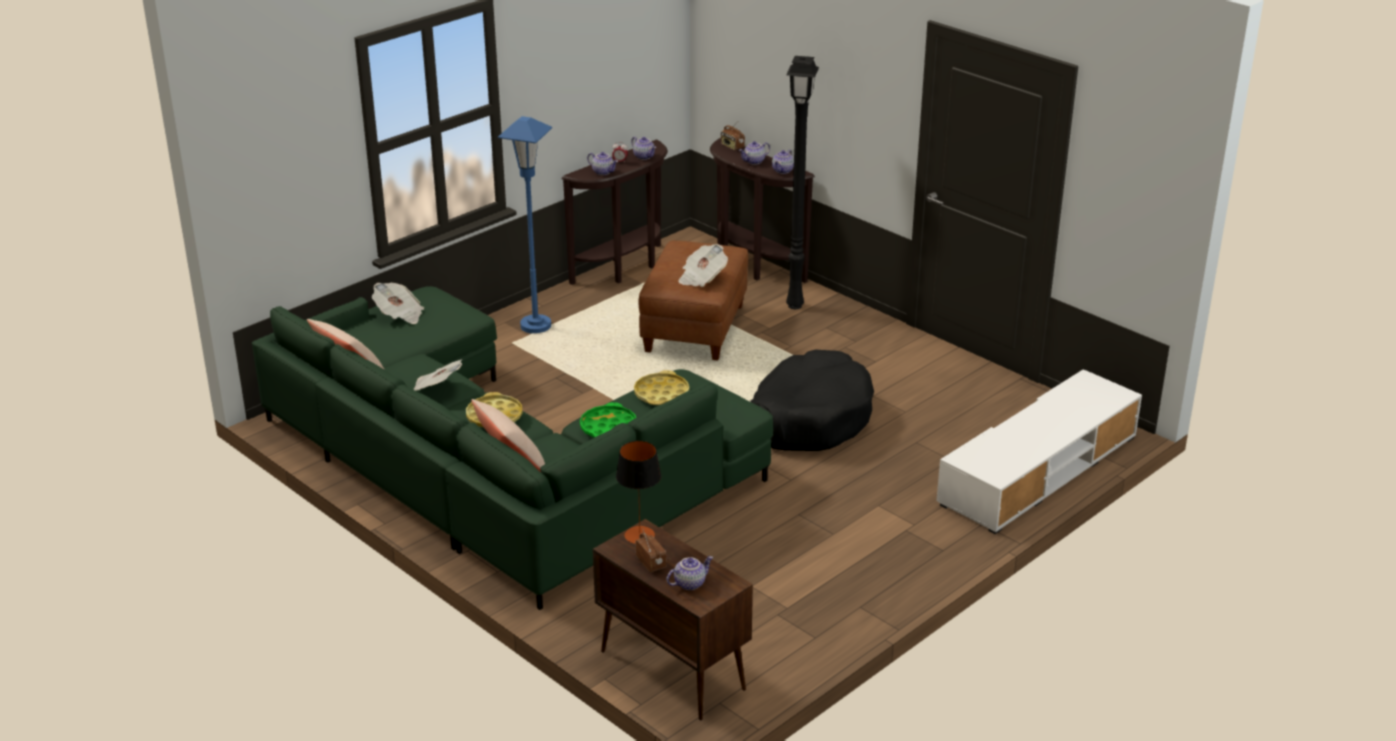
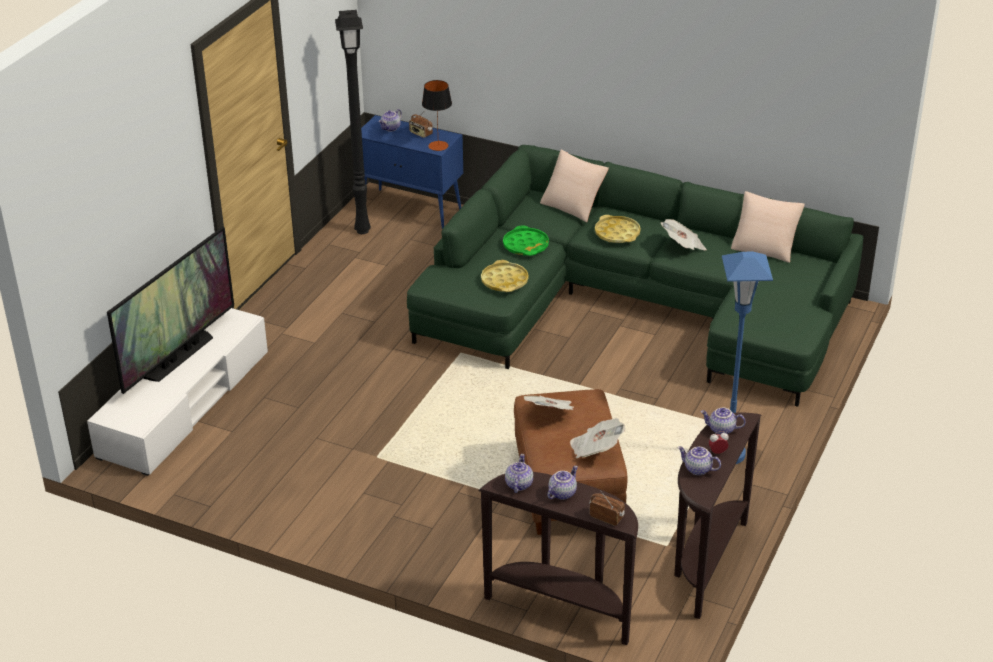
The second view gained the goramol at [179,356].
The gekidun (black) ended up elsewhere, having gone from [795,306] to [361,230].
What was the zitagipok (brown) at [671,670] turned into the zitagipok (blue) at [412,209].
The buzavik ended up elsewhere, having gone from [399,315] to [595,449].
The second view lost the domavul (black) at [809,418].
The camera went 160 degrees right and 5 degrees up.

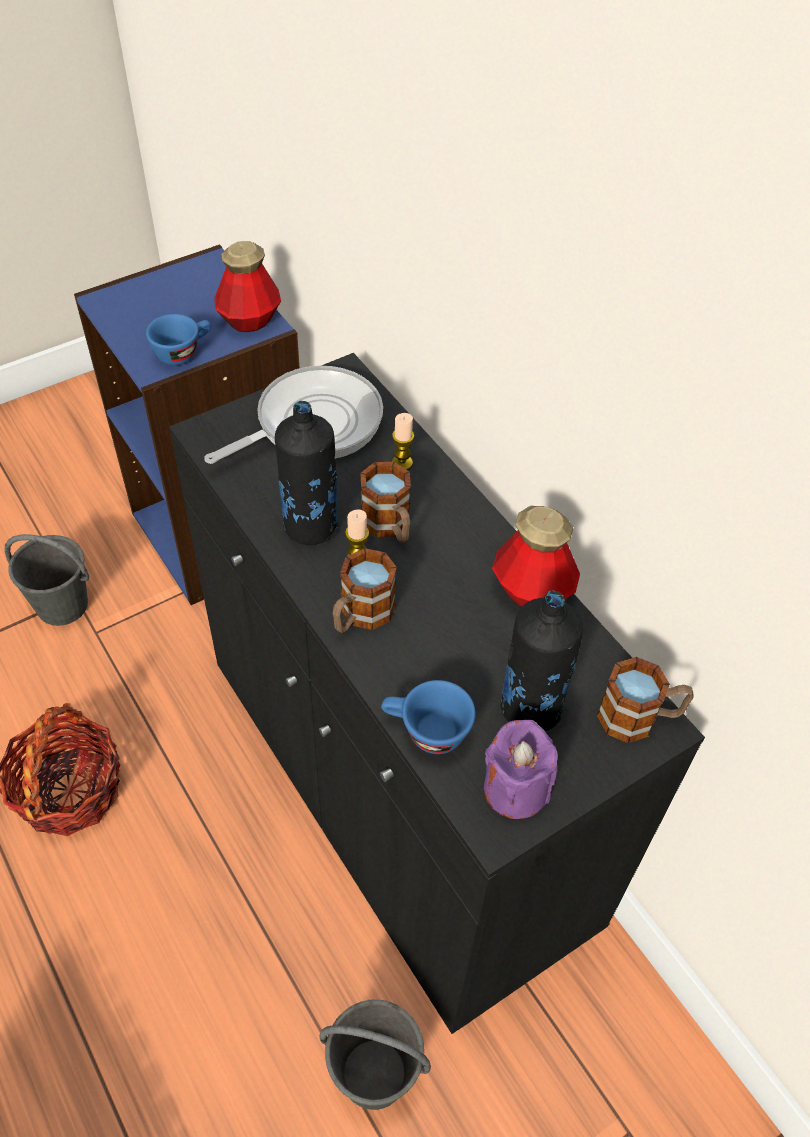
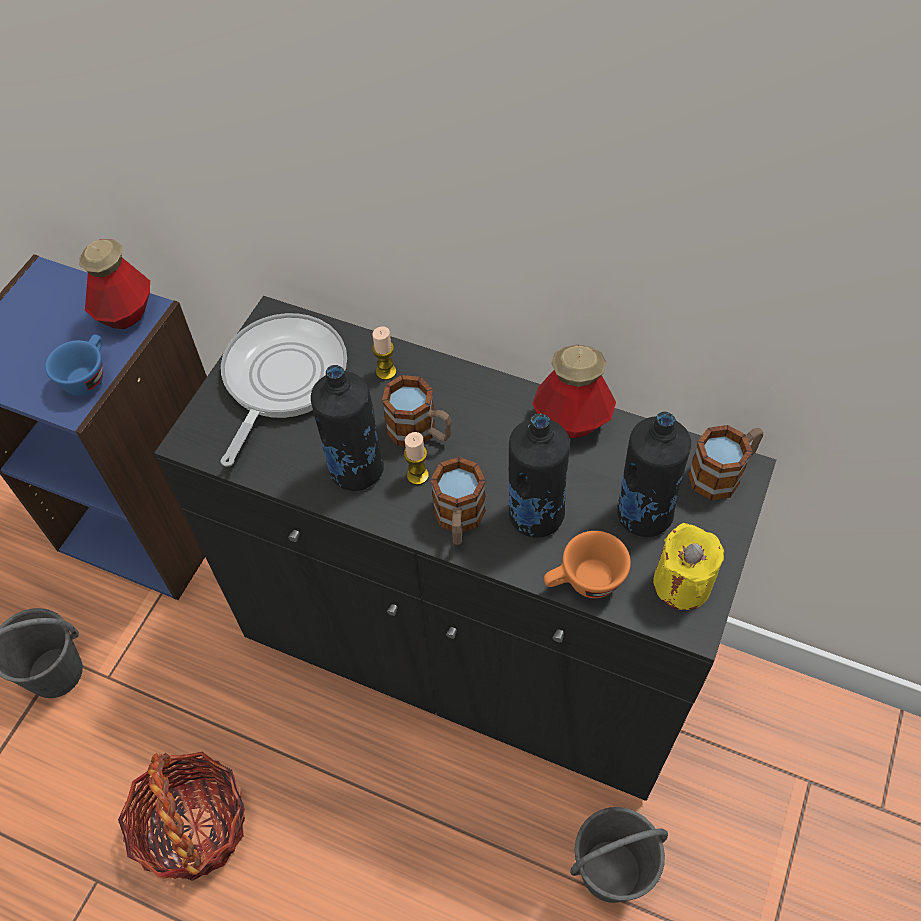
The second view gained the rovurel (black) at [535,515].
What was the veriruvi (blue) at [425,731] turned into the veriruvi (orange) at [584,582].
What was the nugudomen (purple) at [515,789] turned into the nugudomen (yellow) at [682,584].
The camera went 30 degrees left and 5 degrees up.

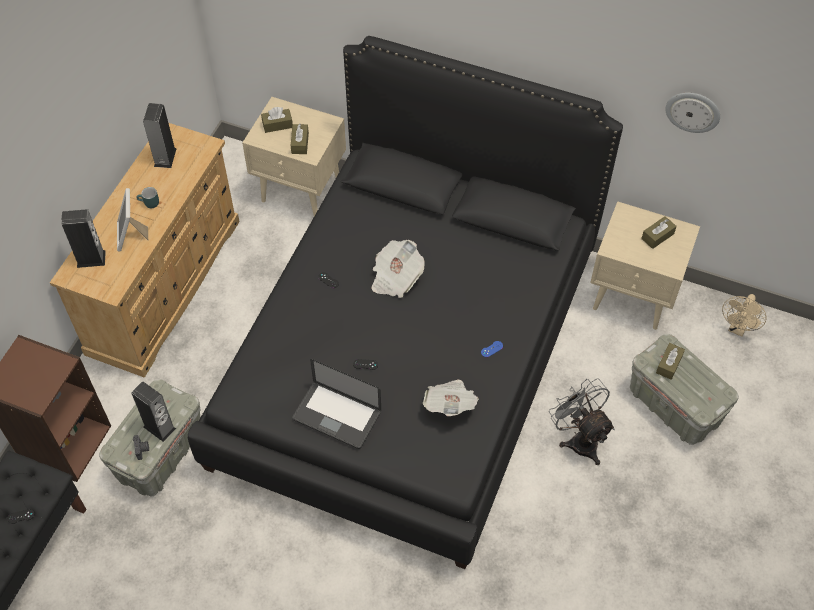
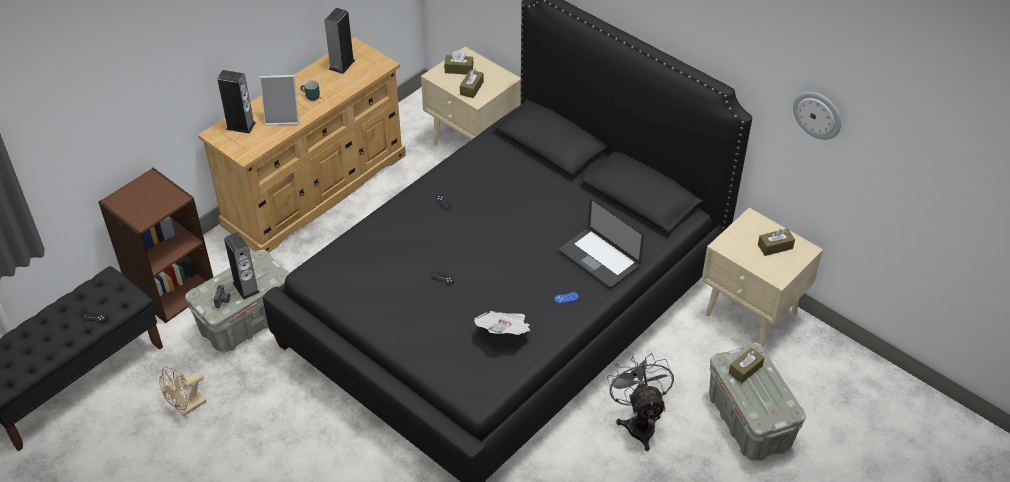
The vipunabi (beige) ended up elsewhere, having gone from [738,328] to [186,407].
The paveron at [131,236] ended up facing another way, 105 degrees counterclockwise from before.
The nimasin ended up elsewhere, having gone from [336,416] to [599,259].
The second view lost the buzavik at [395,277].
The camera went 20 degrees right and 10 degrees down.

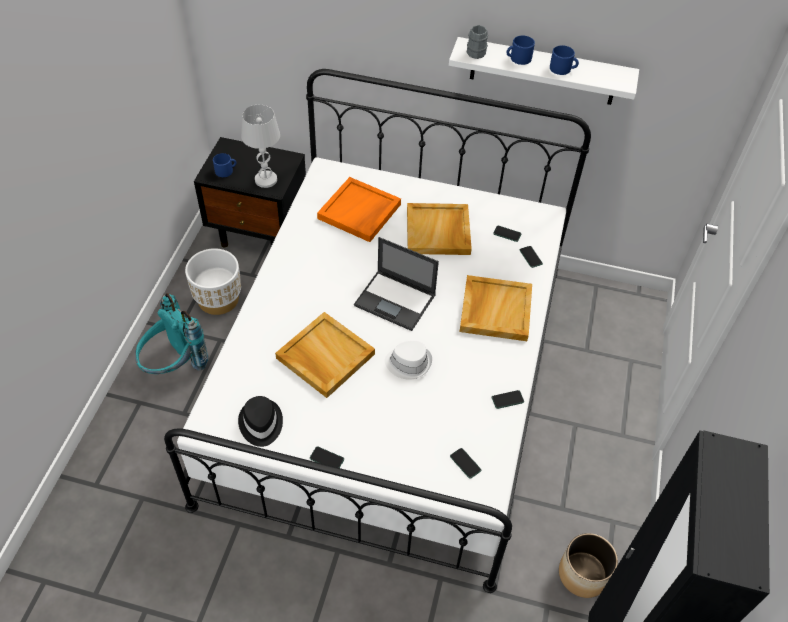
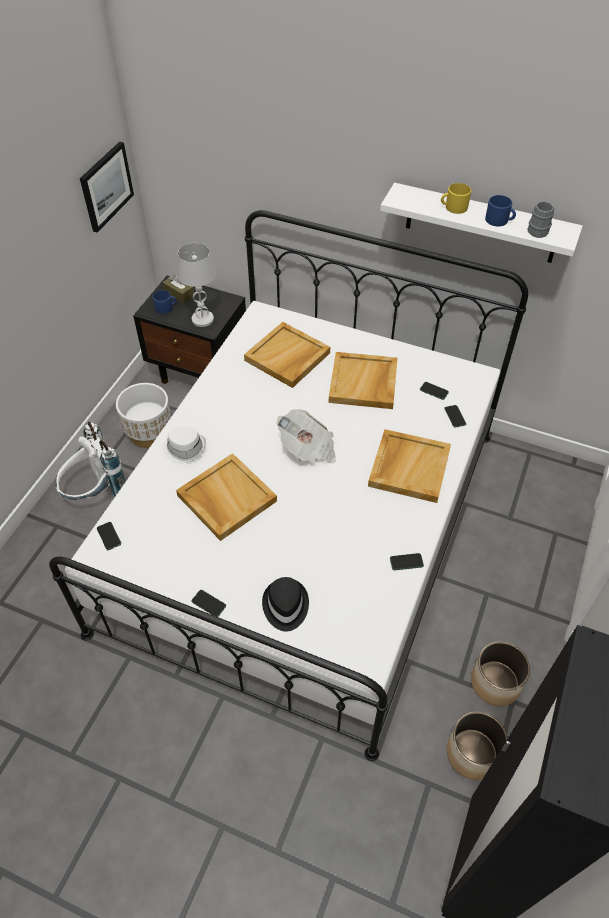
What was the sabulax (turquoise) at [174,366] turned into the sabulax (white) at [96,494].
The second view gained the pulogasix at [106,186].
The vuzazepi ended up elsewhere, having gone from [465,463] to [109,536].
The second view gained the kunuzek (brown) at [179,294].
The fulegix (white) ended up elsewhere, having gone from [408,362] to [184,448].
What was the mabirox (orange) at [359,212] turned into the mabirox (beige) at [287,357].
The fulegix (black) ended up elsewhere, having gone from [260,424] to [285,606].
Where the nimasin stood at [396,300], the buzavik came to stand at [308,448].
What was the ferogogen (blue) at [518,58] turned into the ferogogen (yellow) at [453,207].
The second view gained the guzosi at [496,683].
The ferogogen (grey) ended up elsewhere, having gone from [477,51] to [539,229].
The camera went 10 degrees right and 0 degrees up.

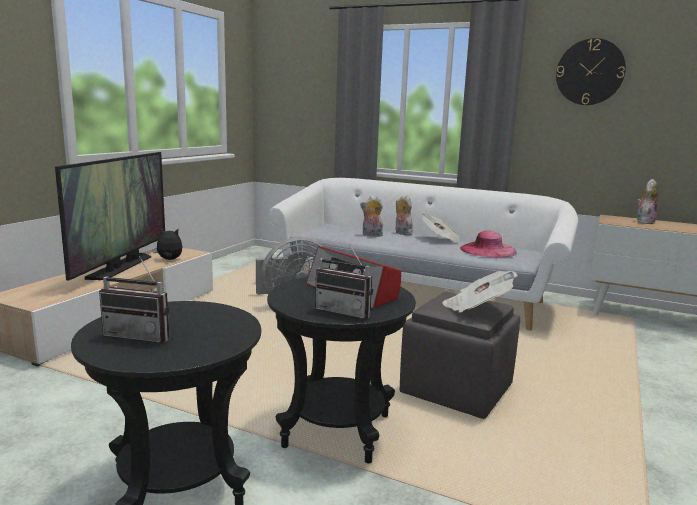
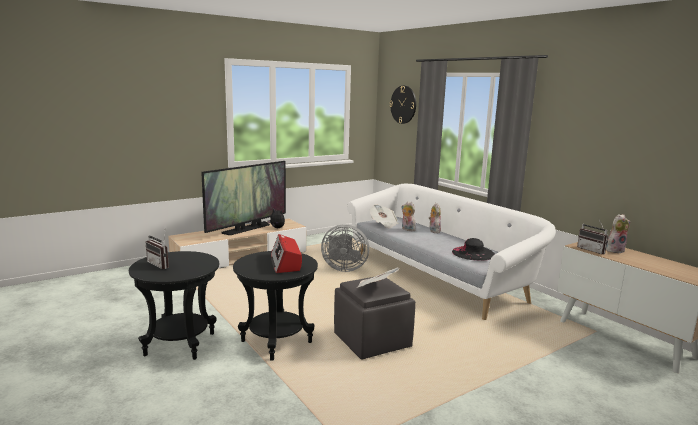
The buzavik ended up elsewhere, having gone from [440,239] to [383,224].
The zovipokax ended up elsewhere, having gone from [590,72] to [403,104].
What was the fulegix (pink) at [488,250] turned into the fulegix (black) at [473,253].
The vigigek ended up elsewhere, having gone from [346,311] to [592,250].
The camera went 30 degrees right and 0 degrees up.

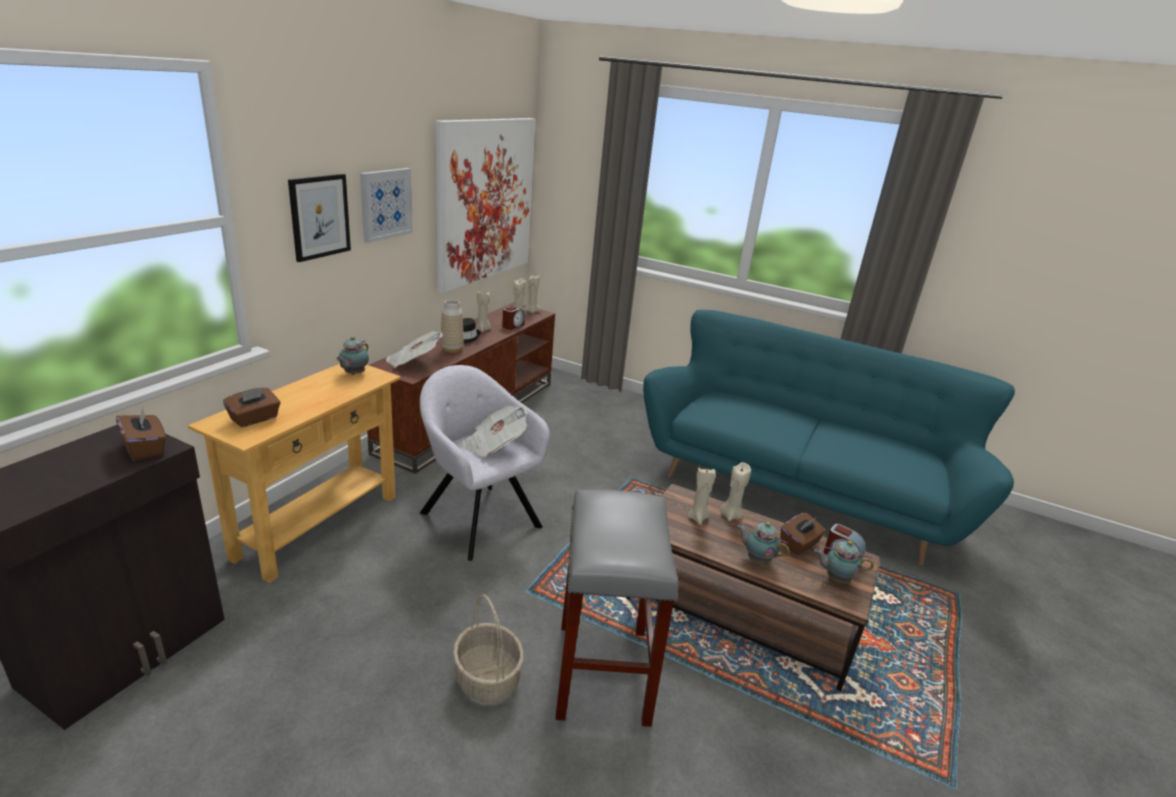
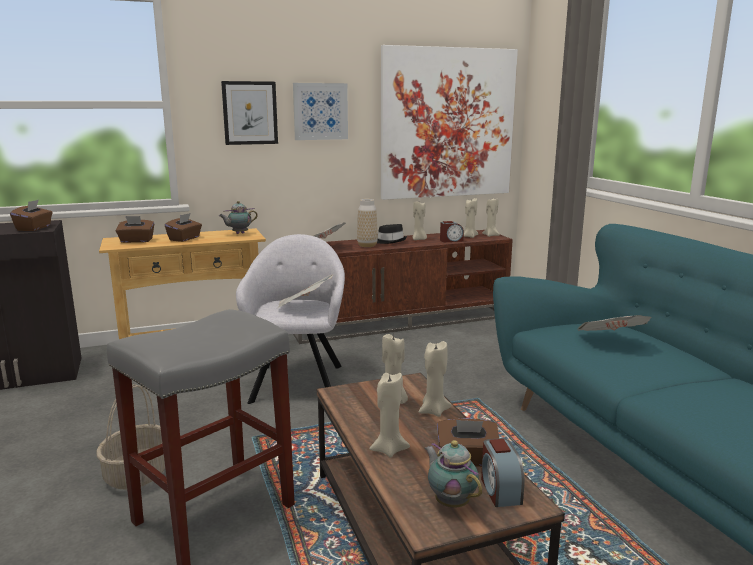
The second view gained the kunuzek (brown) at [185,239].
Where the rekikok stood at [756,559], the nugudomen (beige) came to stand at [389,449].
The second view gained the buzavik at [610,341].
The camera went 45 degrees right and 10 degrees down.

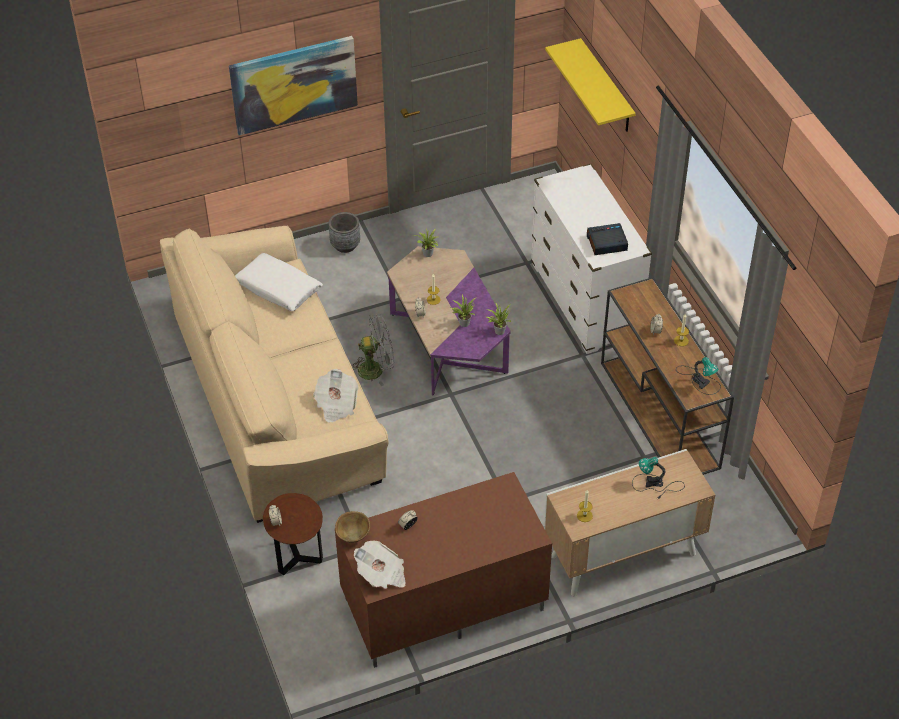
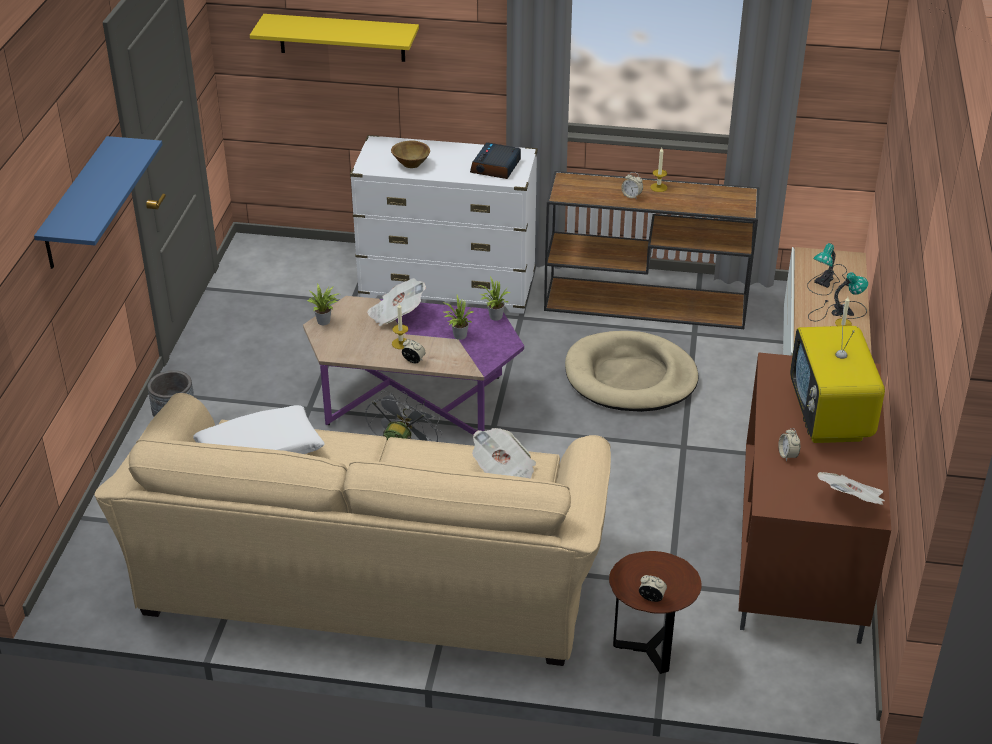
Where the pulogasix hung at [294,84], the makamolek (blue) came to hang at [76,204].
The second view gained the buzavik at [396,315].
The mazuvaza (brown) ended up elsewhere, having gone from [353,535] to [410,164].
The second view gained the domavul (beige) at [630,377].
The second view gained the goramol at [830,418].
The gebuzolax ended up elsewhere, having gone from [699,379] to [838,311].
The camera went 60 degrees left and 10 degrees down.

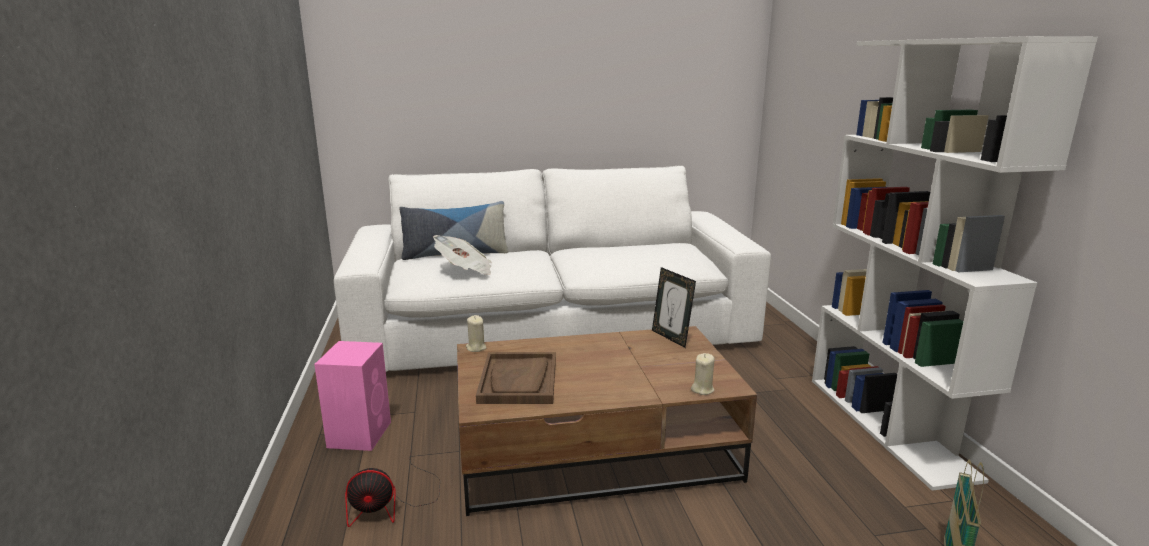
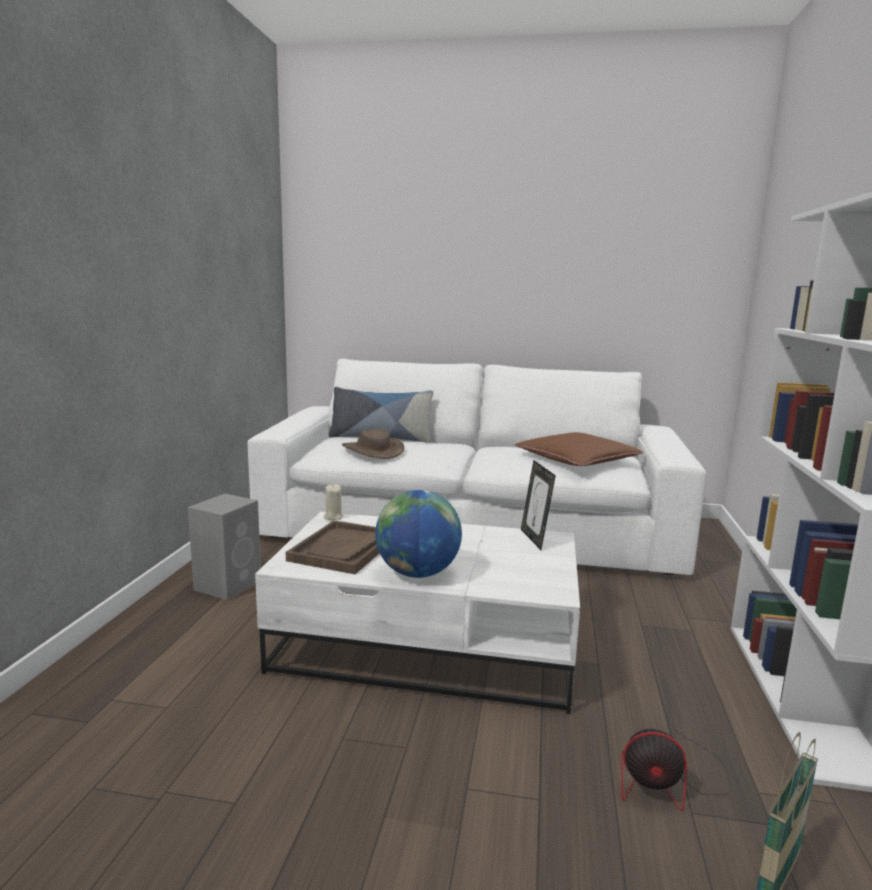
What was the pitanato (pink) at [360,433] turned into the pitanato (grey) at [229,584].
What was the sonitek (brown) at [596,449] turned into the sonitek (white) at [429,644].
Where the buzavik stood at [465,270], the fulegix (brown) came to stand at [373,450].
The second view gained the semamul at [417,573].
The second view gained the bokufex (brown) at [577,459].
The vipunabi ended up elsewhere, having gone from [392,504] to [668,781].
The second view lost the nugudomen (beige) at [702,389].
The camera went 20 degrees right and 5 degrees down.

